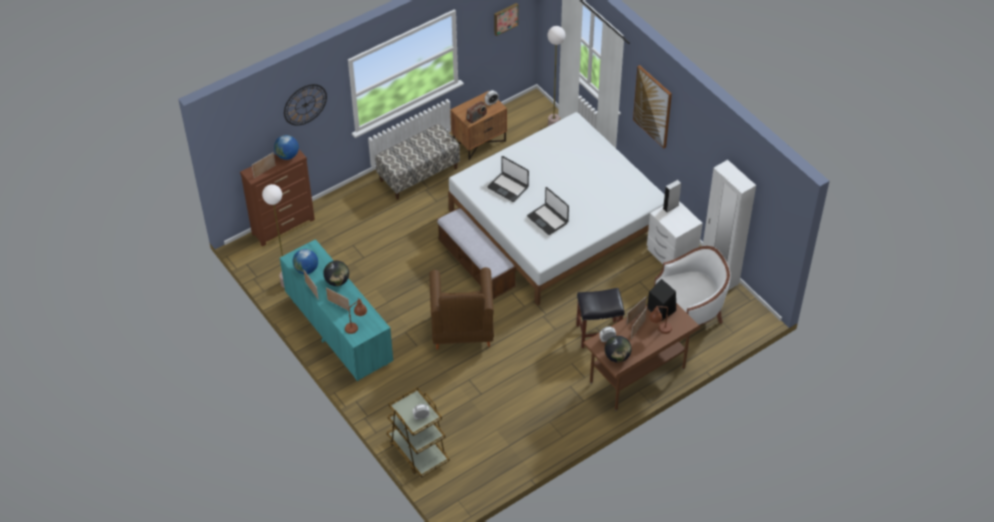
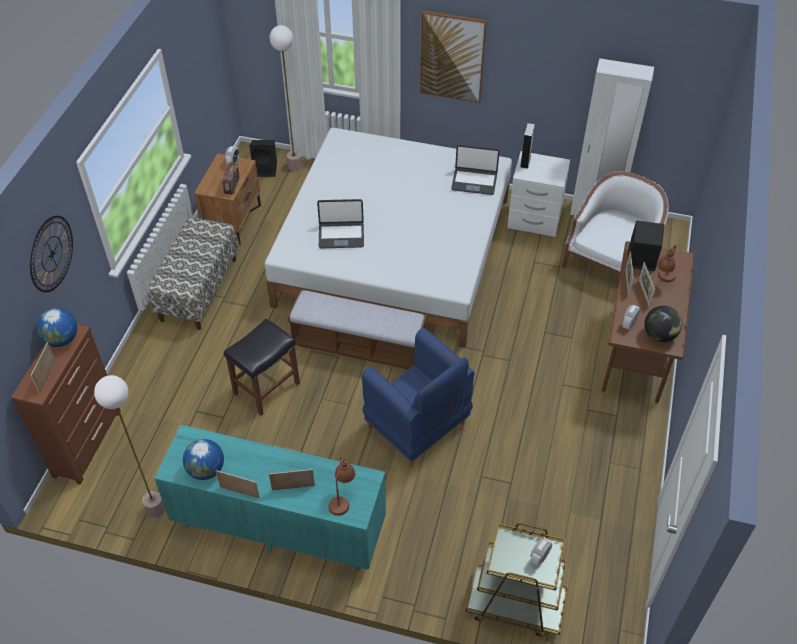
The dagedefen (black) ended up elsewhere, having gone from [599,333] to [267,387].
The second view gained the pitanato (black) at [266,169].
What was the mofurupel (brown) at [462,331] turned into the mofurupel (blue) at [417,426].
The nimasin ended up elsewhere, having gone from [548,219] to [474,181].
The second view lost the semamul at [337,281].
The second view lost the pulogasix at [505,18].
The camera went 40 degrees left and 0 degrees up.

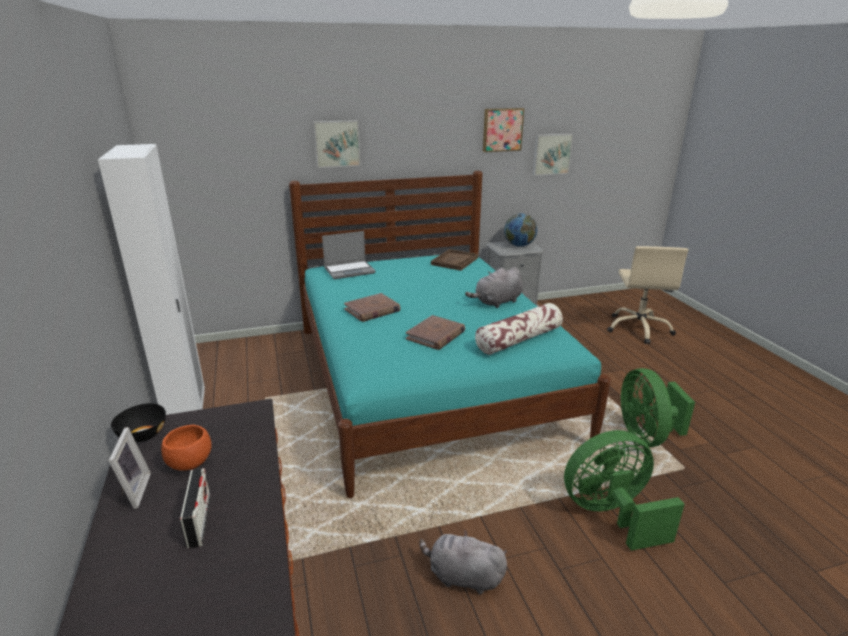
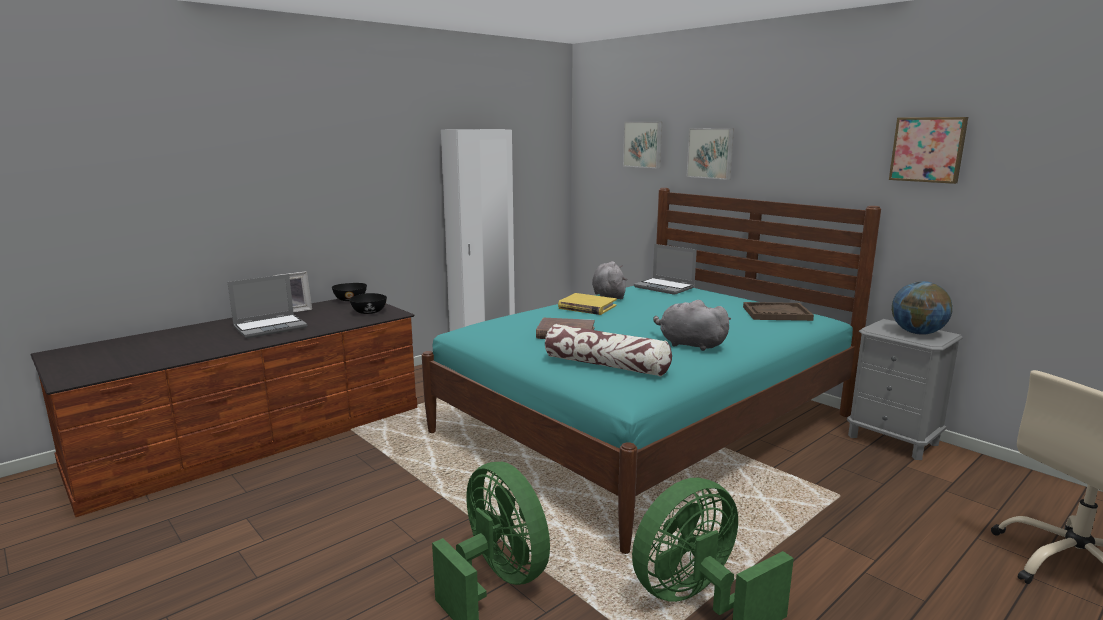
Where the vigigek stood at [199,521], the nimasin came to stand at [271,327].
The second view gained the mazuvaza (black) at [368,312].
What was the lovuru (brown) at [372,310] turned into the lovuru (yellow) at [587,307].
The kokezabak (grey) ended up elsewhere, having gone from [462,577] to [608,296].
The pulogasix ended up elsewhere, having gone from [551,154] to [643,144].
The second view lost the mazuvaza (orange) at [190,463].
The camera went 65 degrees right and 10 degrees down.

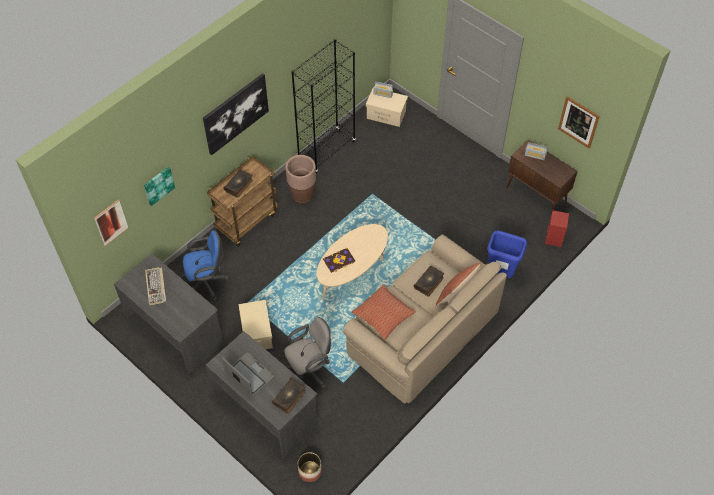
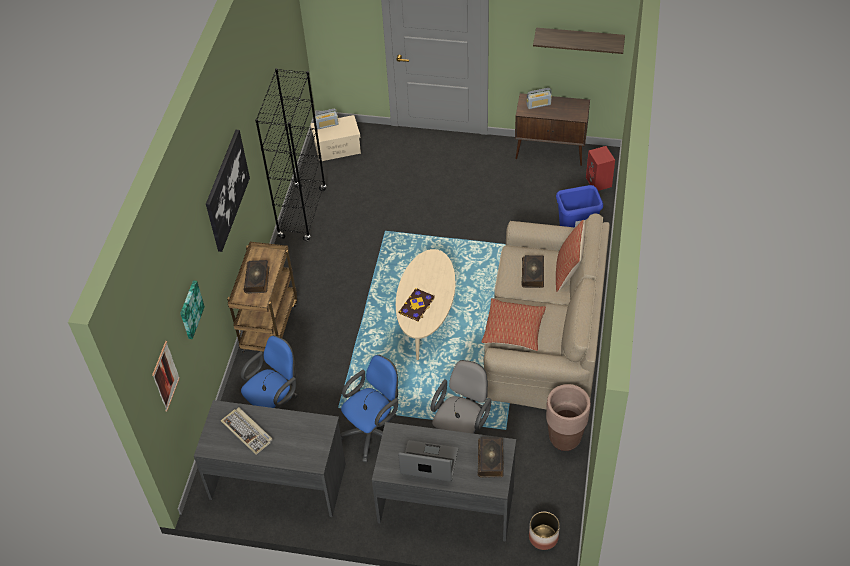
Where the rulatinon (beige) stood at [257,333], the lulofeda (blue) came to stand at [374,432].
Where the pulogasix hung at [578,122], the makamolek came to hang at [579,40].
The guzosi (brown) ended up elsewhere, having gone from [302,195] to [565,439].
The camera went 30 degrees left and 5 degrees down.

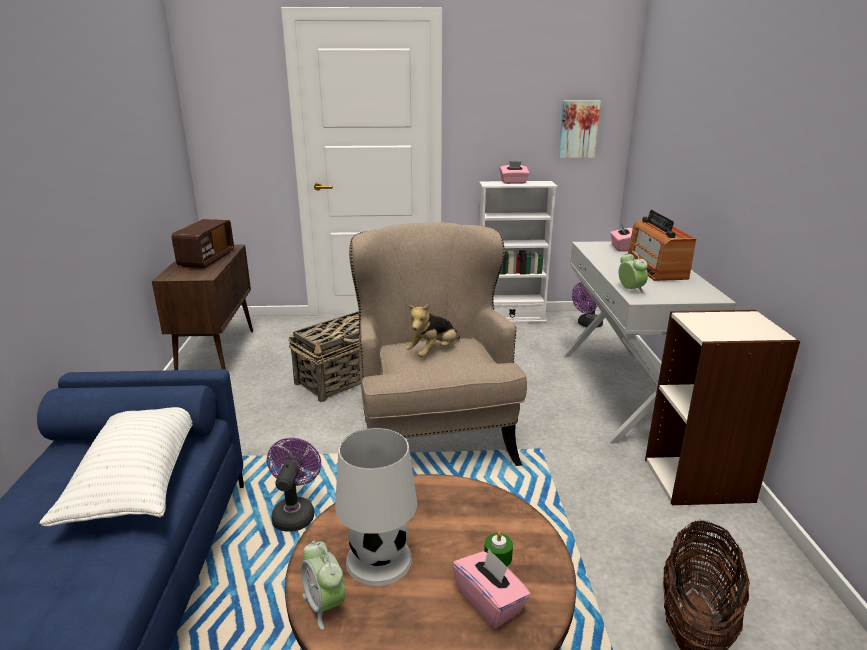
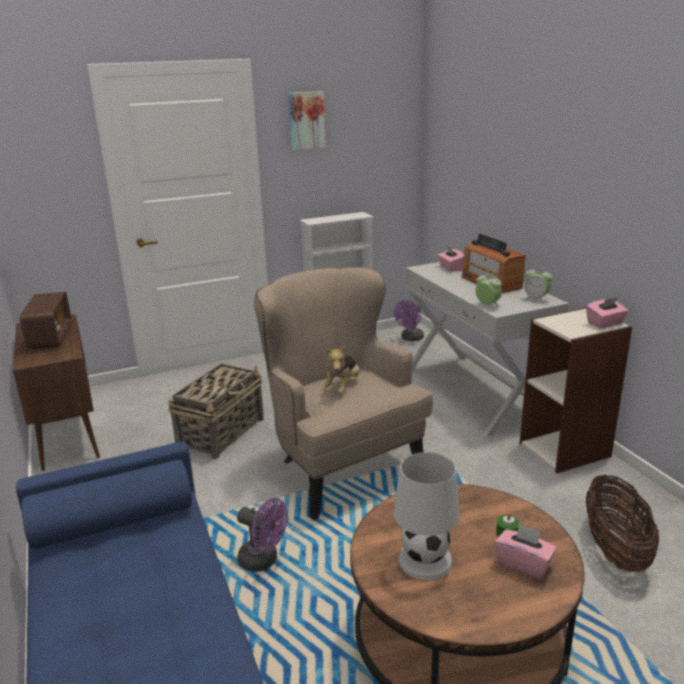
The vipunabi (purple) at [295,512] ended up facing another way, 135 degrees clockwise from before.
The pulogasix ended up elsewhere, having gone from [578,129] to [306,120].
The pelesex ended up elsewhere, having gone from [325,605] to [536,299].
The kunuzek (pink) ended up elsewhere, having gone from [513,182] to [605,323].
The second view lost the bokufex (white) at [138,479].
The camera went 20 degrees left and 0 degrees up.

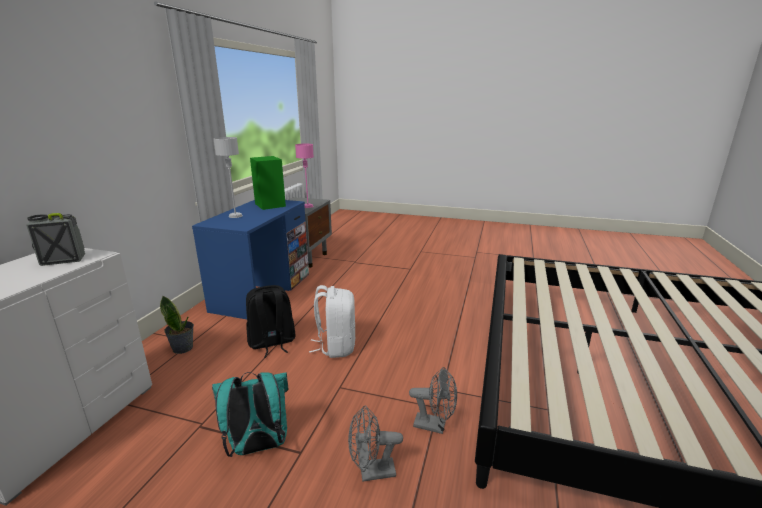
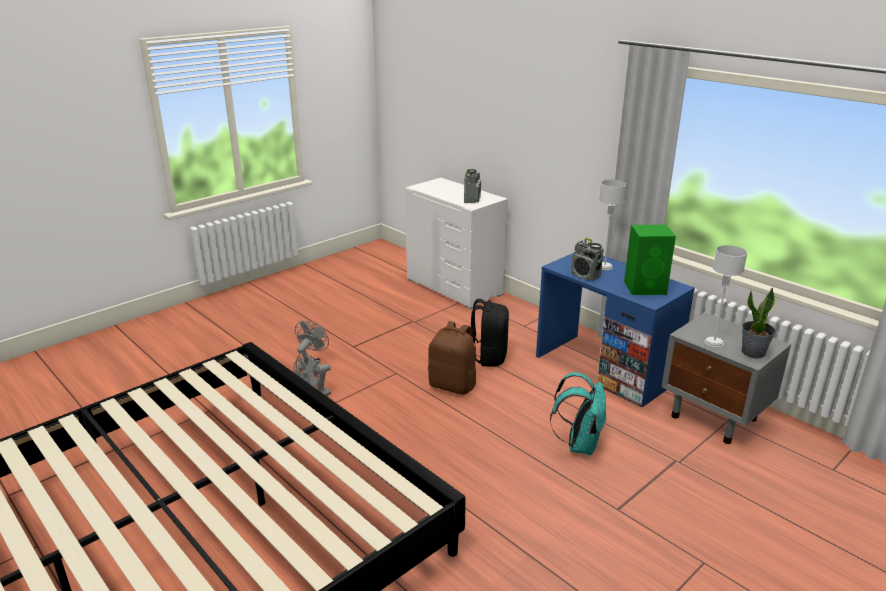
What was the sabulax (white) at [336,346] turned into the sabulax (brown) at [453,385].
The sabulax (turquoise) ended up elsewhere, having gone from [258,447] to [579,444].
The second view gained the vigigek at [585,276].
What was the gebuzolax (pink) at [307,206] turned into the gebuzolax (grey) at [714,342].
The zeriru ended up elsewhere, having gone from [183,348] to [753,352].
The camera went 120 degrees right and 5 degrees up.

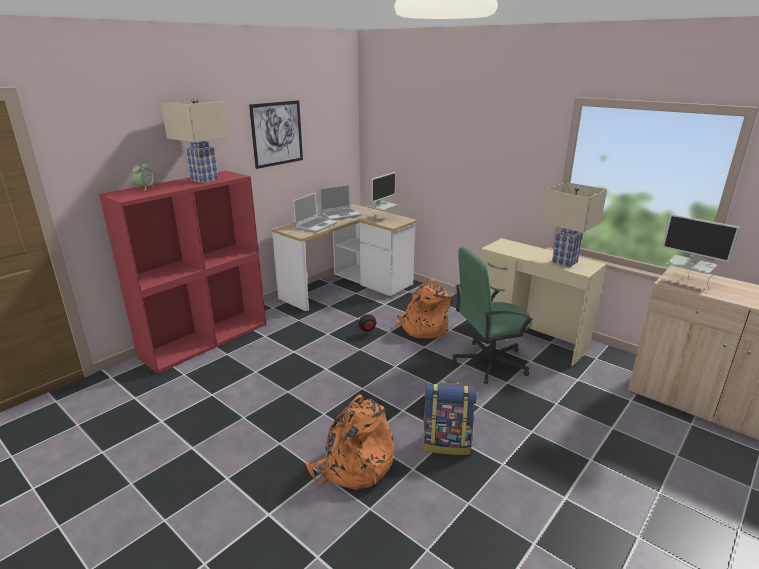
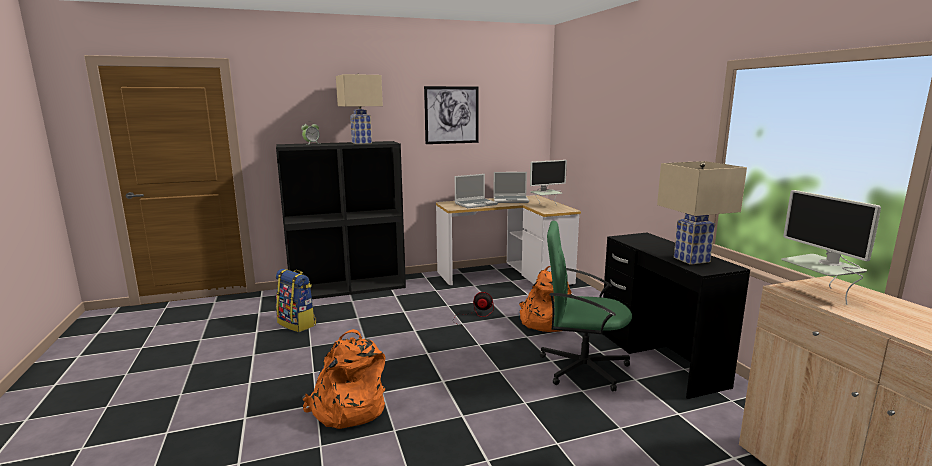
What was the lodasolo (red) at [205,339] turned into the lodasolo (black) at [349,288].
The sabulax ended up elsewhere, having gone from [447,443] to [297,324].
What was the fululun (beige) at [530,338] turned into the fululun (black) at [660,358].
The camera went 30 degrees right and 10 degrees down.

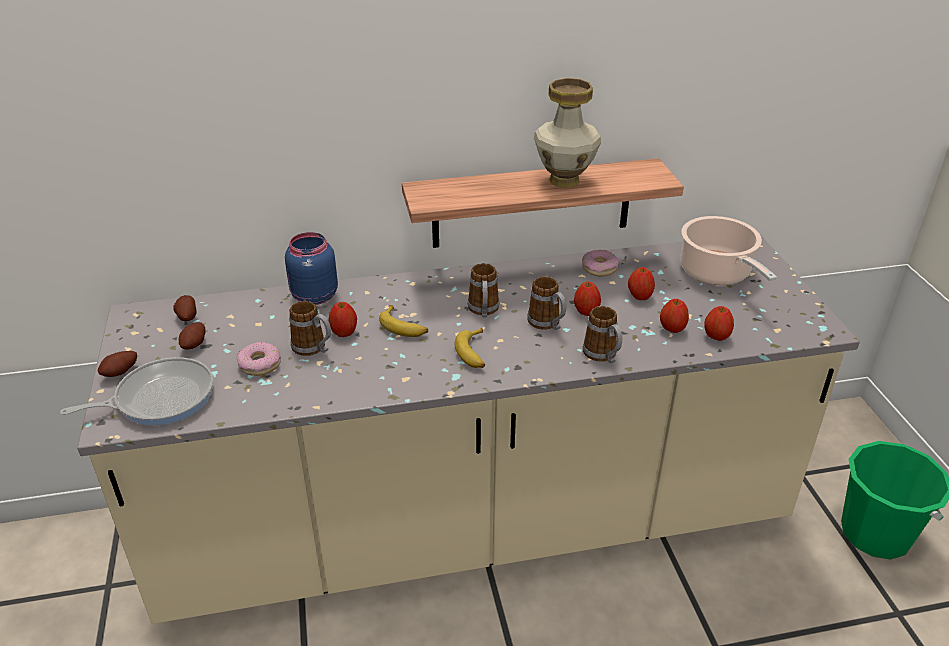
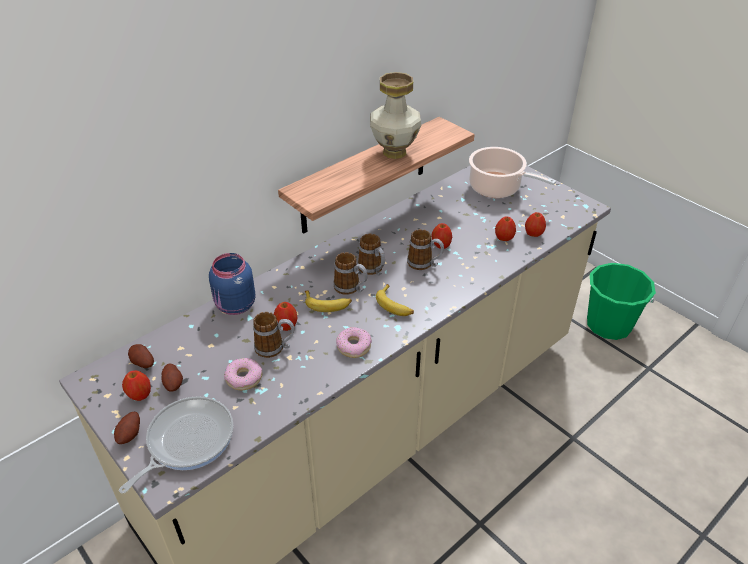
The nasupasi ended up elsewhere, having gone from [639,296] to [140,395].
The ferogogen ended up elsewhere, having gone from [603,356] to [351,289].
The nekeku ended up elsewhere, having gone from [599,268] to [354,346].
The camera went 30 degrees left and 5 degrees up.

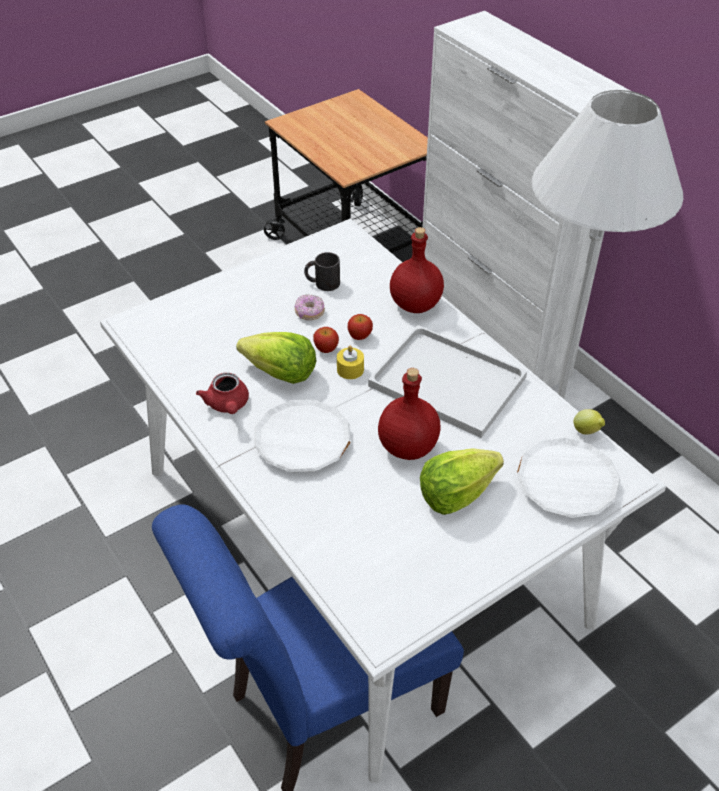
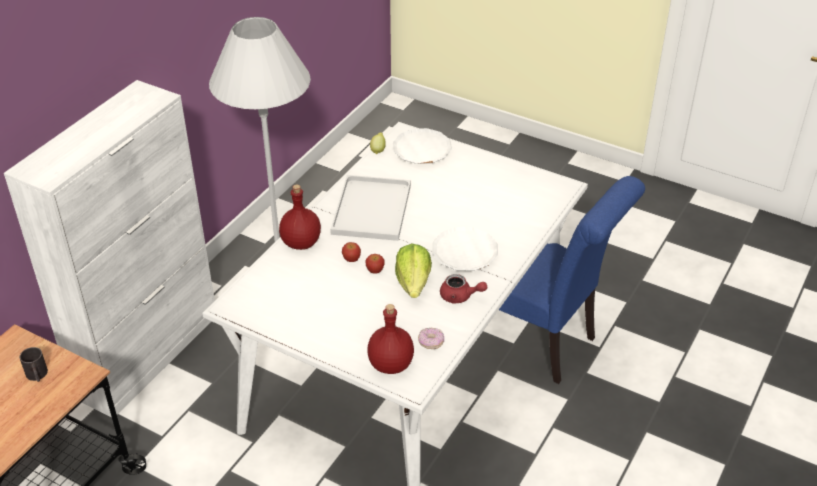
The ferogogen (black) ended up elsewhere, having gone from [322,283] to [37,375].
The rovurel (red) ended up elsewhere, having gone from [408,447] to [391,364].
The nekeku ended up elsewhere, having gone from [309,313] to [431,342].
The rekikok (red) at [228,405] ended up facing another way, 60 degrees clockwise from before.
The second view lost the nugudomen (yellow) at [350,369].
The second view lost the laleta at [456,494].
The camera went 115 degrees left and 5 degrees down.

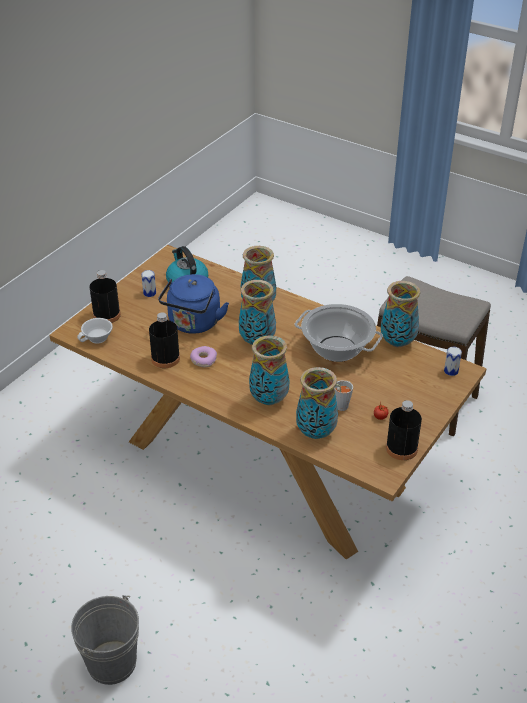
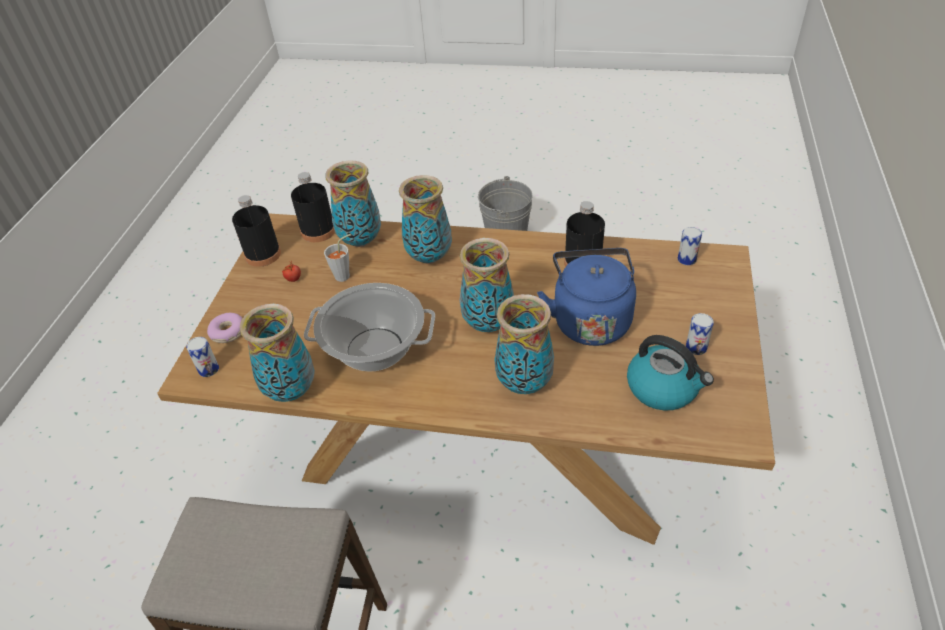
The nekeku ended up elsewhere, having gone from [203,360] to [228,332].
The rovurel (black) ended up elsewhere, having gone from [106,315] to [318,231].
Where the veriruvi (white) stood at [97,338], the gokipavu came to stand at [687,259].
The camera went 160 degrees right and 5 degrees up.

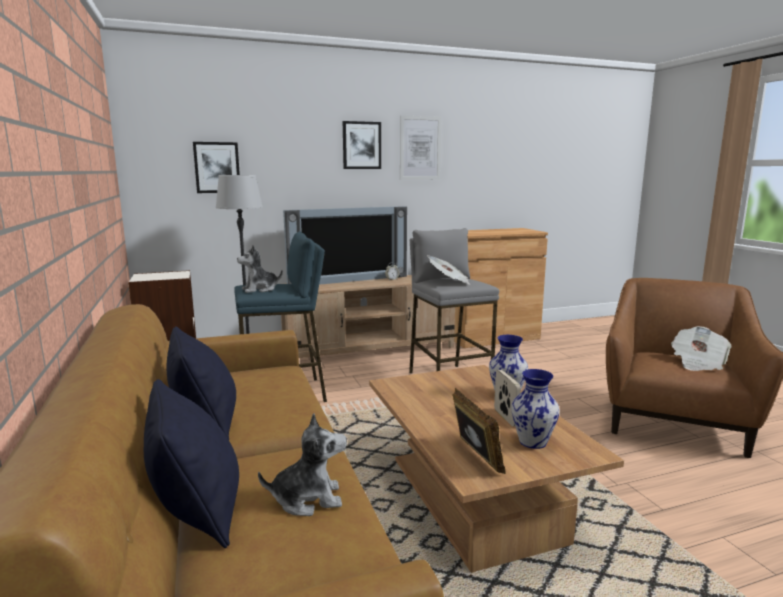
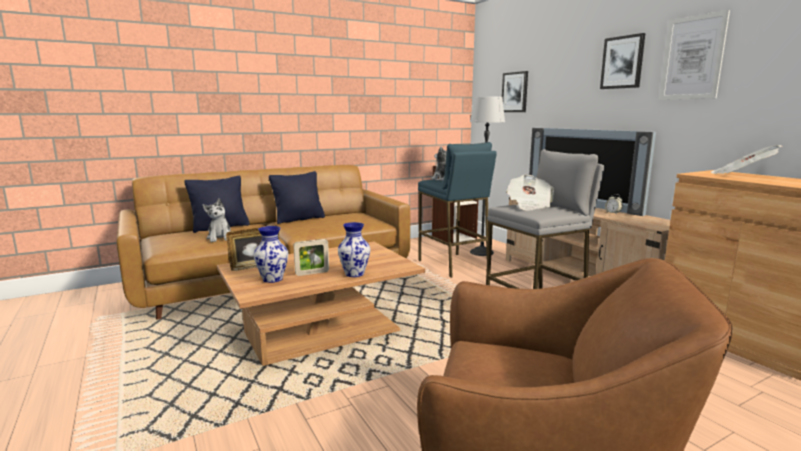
The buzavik ended up elsewhere, having gone from [697,363] to [742,175].
The camera went 80 degrees right and 0 degrees up.

